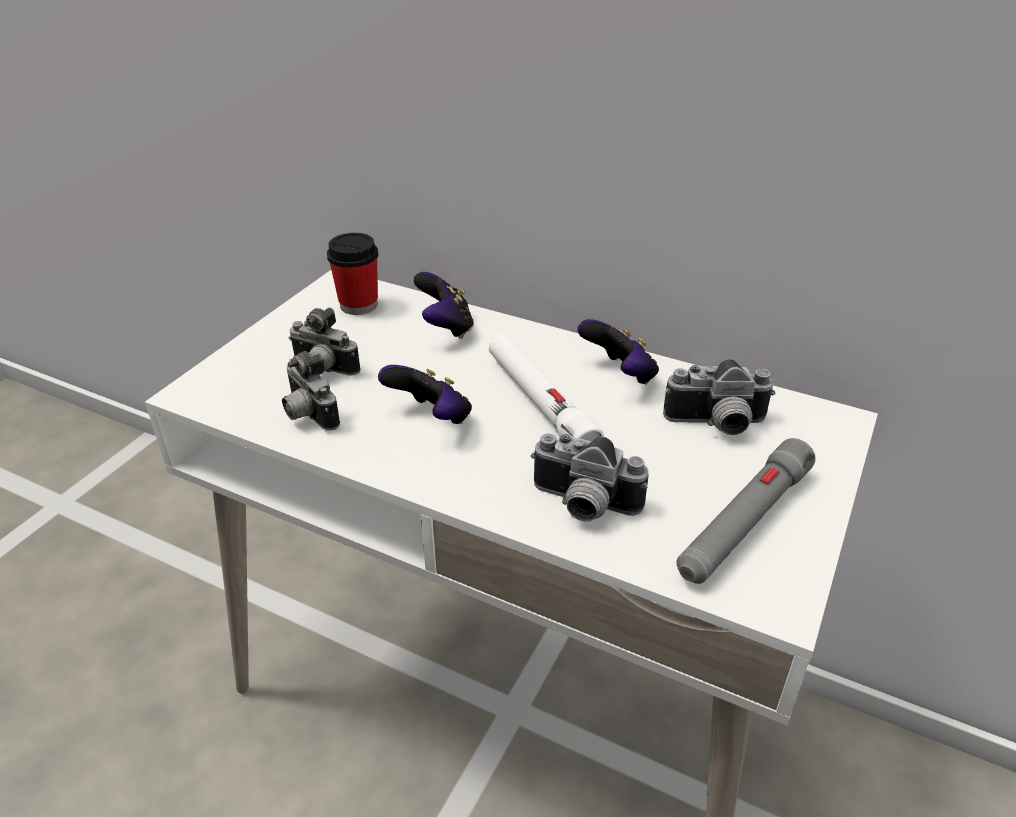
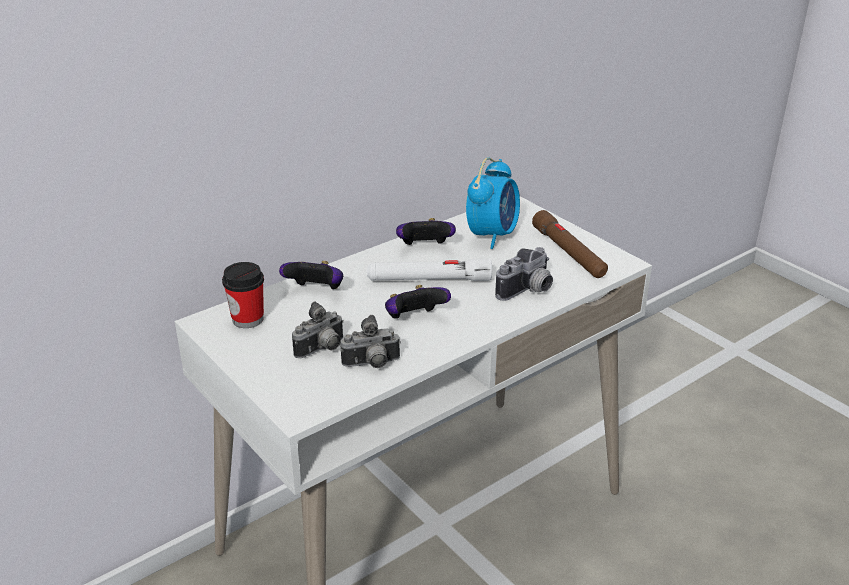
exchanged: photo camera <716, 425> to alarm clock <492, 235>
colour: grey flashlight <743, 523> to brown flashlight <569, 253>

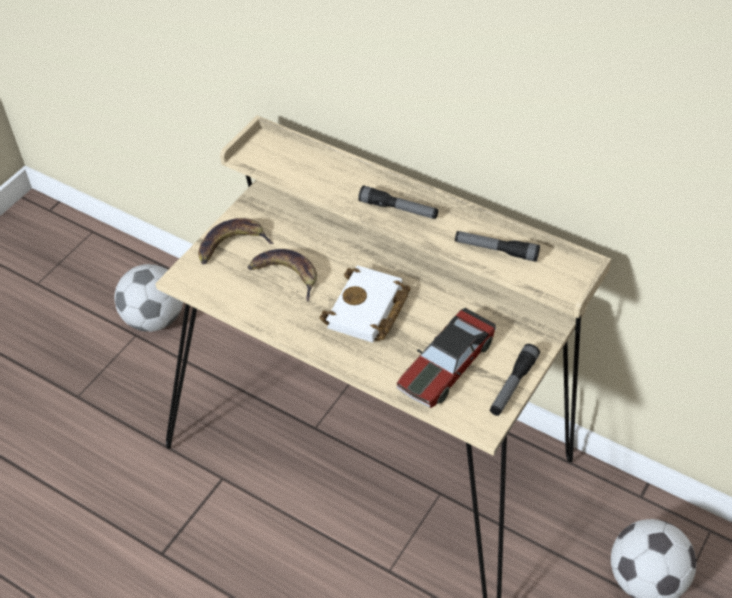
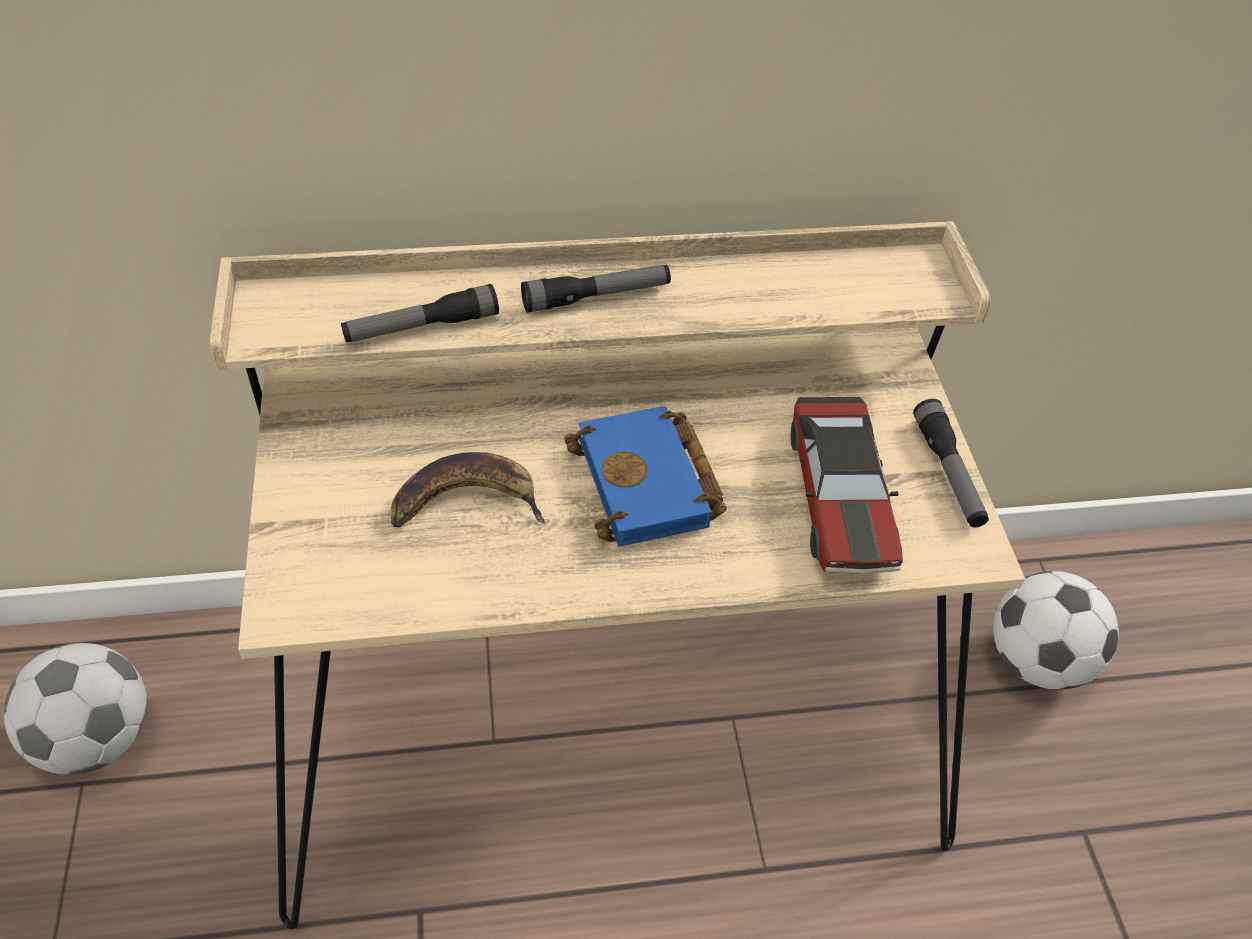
missing: banana <232, 244>
relocated: flashlight <496, 250> to <421, 327>
colour: white book <368, 311> to blue book <650, 485>

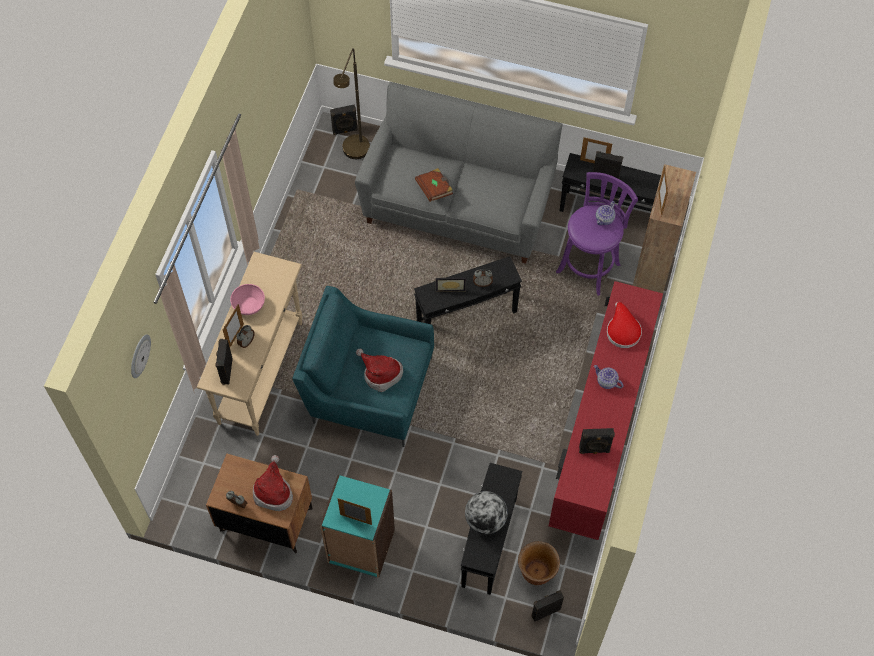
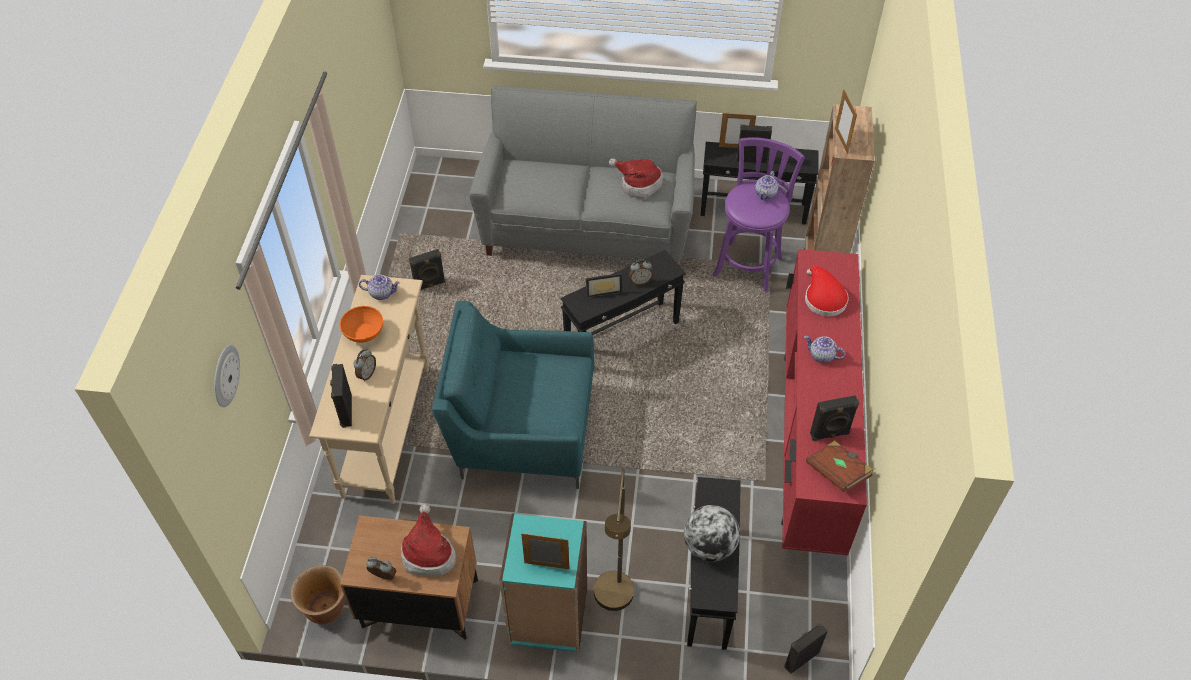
missing: picture frame <235, 336>
appeared: teapot <382, 293>
relocated: brown floor lamp <355, 154> to <614, 603>; black speaker <345, 130> to <430, 285>; brown book <434, 189> to <837, 472>; hat <380, 374> to <638, 184>; brown planter <536, 572> to <325, 609>
colour: pink bowl <248, 305> to orange bowl <363, 332>

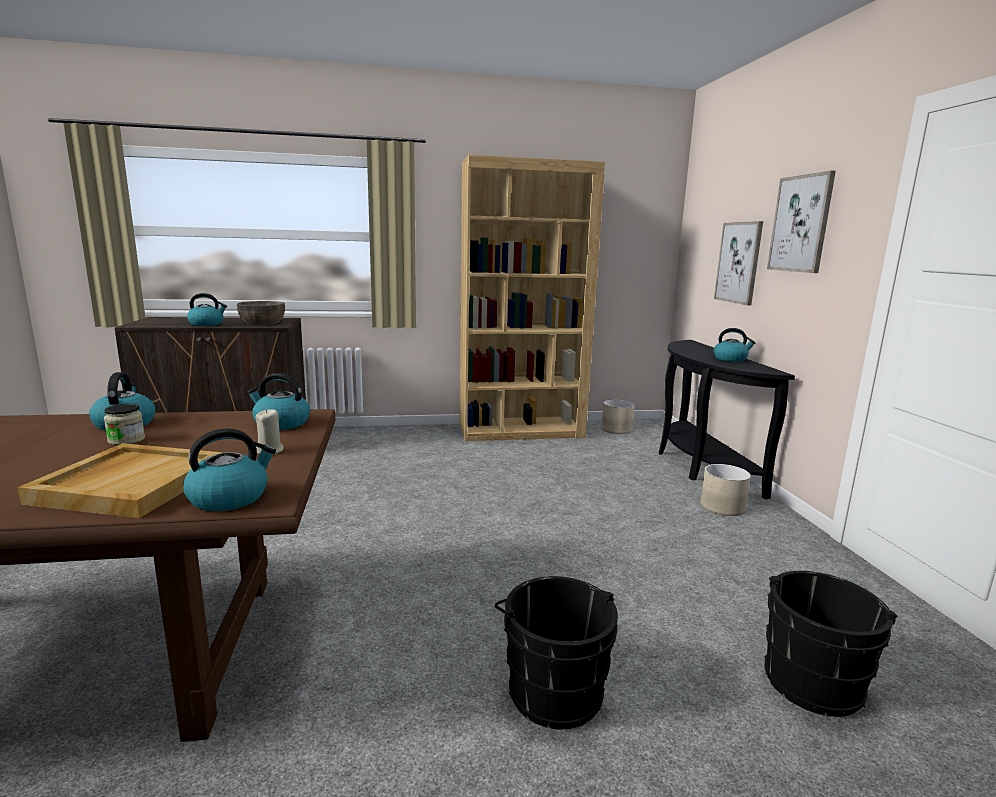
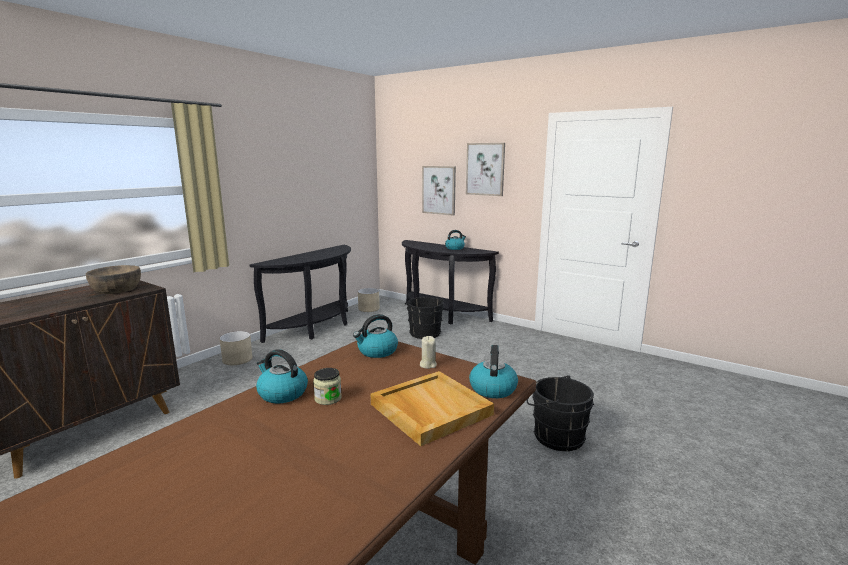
missing: kettle <207, 324>
relocated: beige planter <722, 507> to <237, 359>; black bucket <813, 679> to <424, 332>
exchanged: brown bookcase <521, 431> to black console table <317, 328>

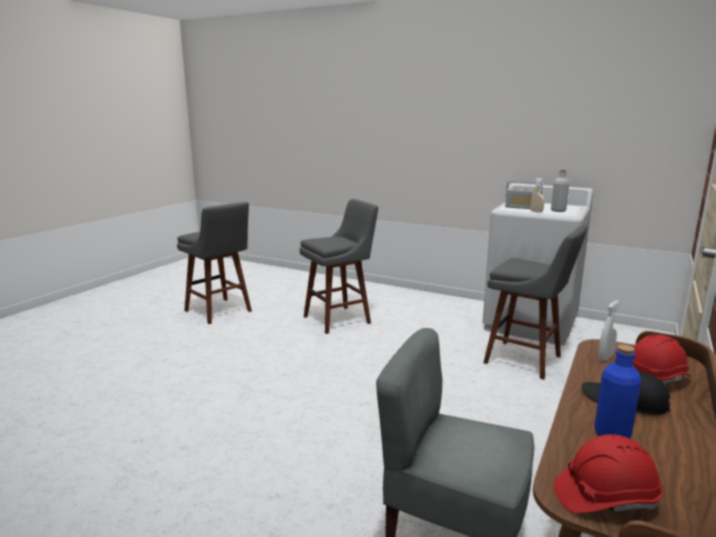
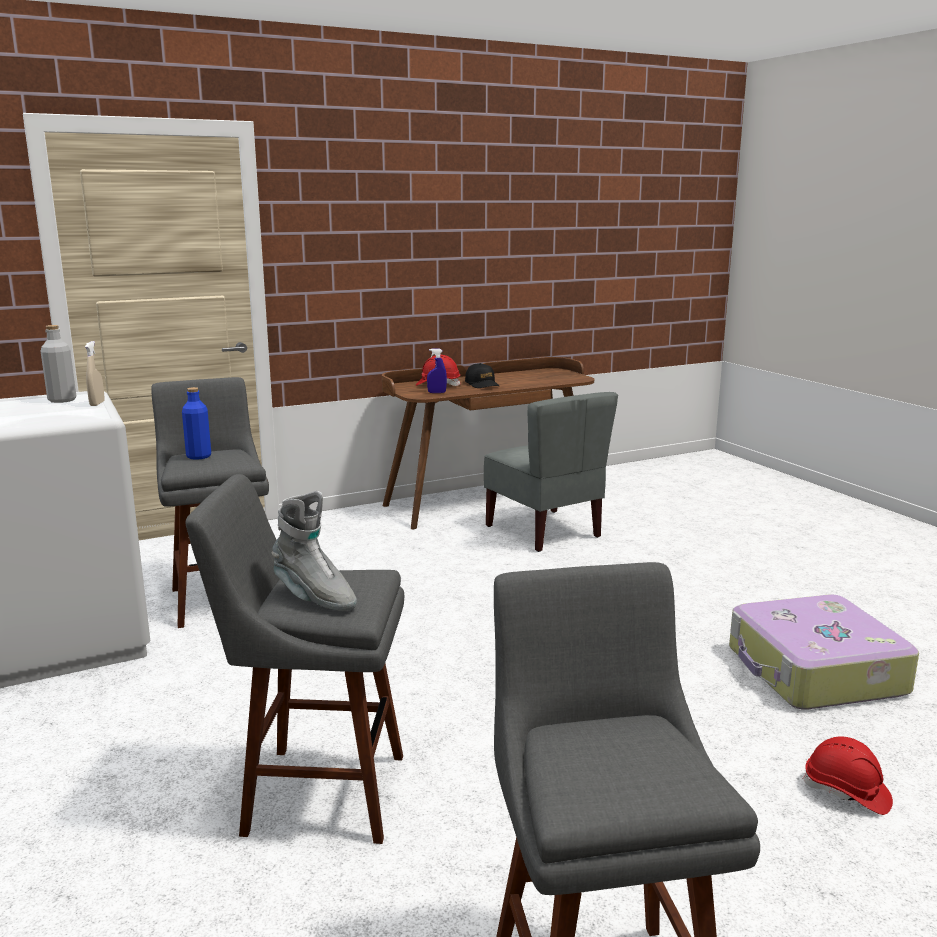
missing: radio <522, 207>
appeared: grey boot <314, 597>; suitcase <814, 672>
relocated: blue bottle <612, 434> to <199, 456>; red hard hat <605, 497> to <846, 792>
colour: white spray bottle <605, 358> to blue spray bottle <437, 392>

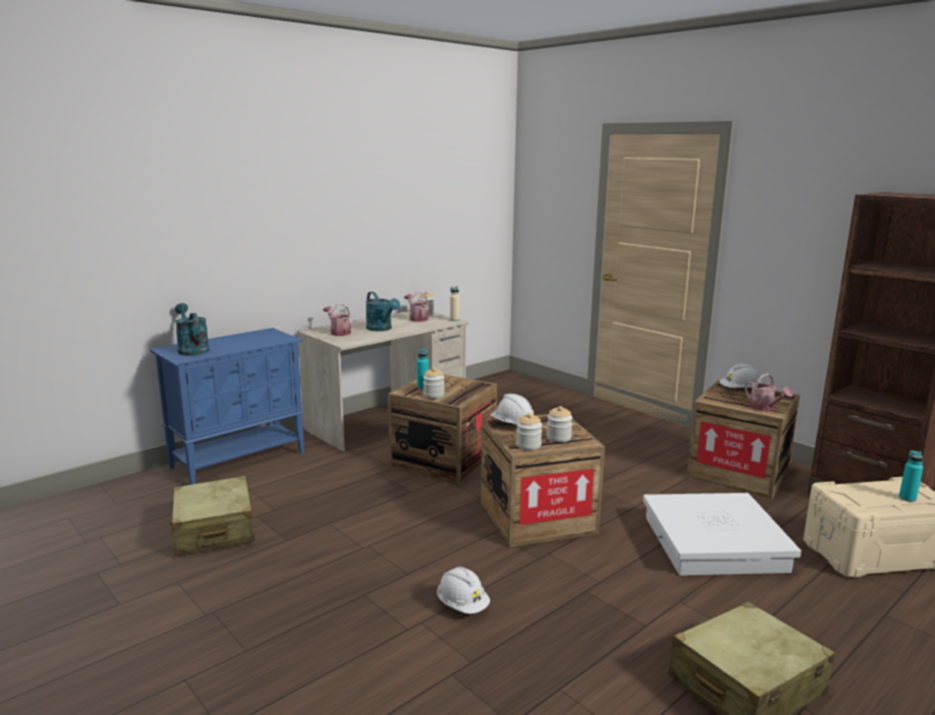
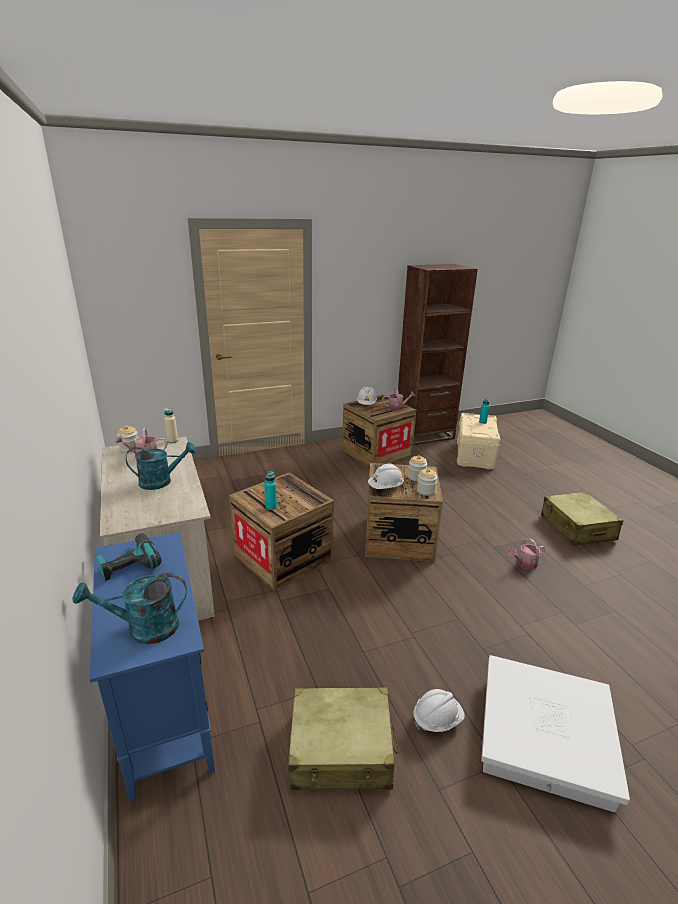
missing: jar <433, 395>
appeared: power drill <129, 563>
relocated: watering can <338, 332> to <524, 564>; white storage box <713, 543> to <543, 735>; white hard hat <462, 606> to <437, 719>

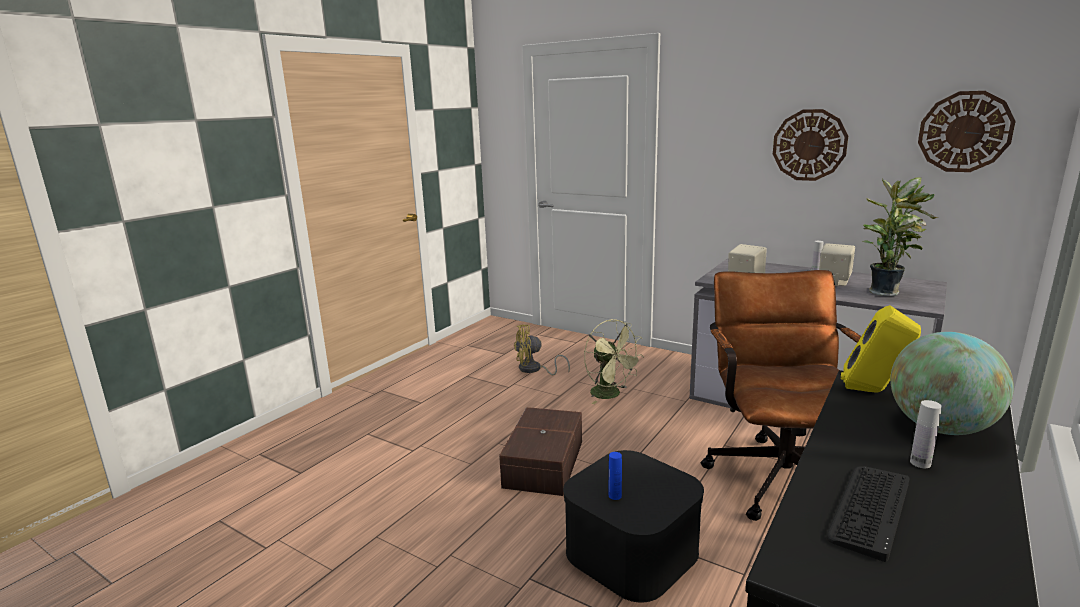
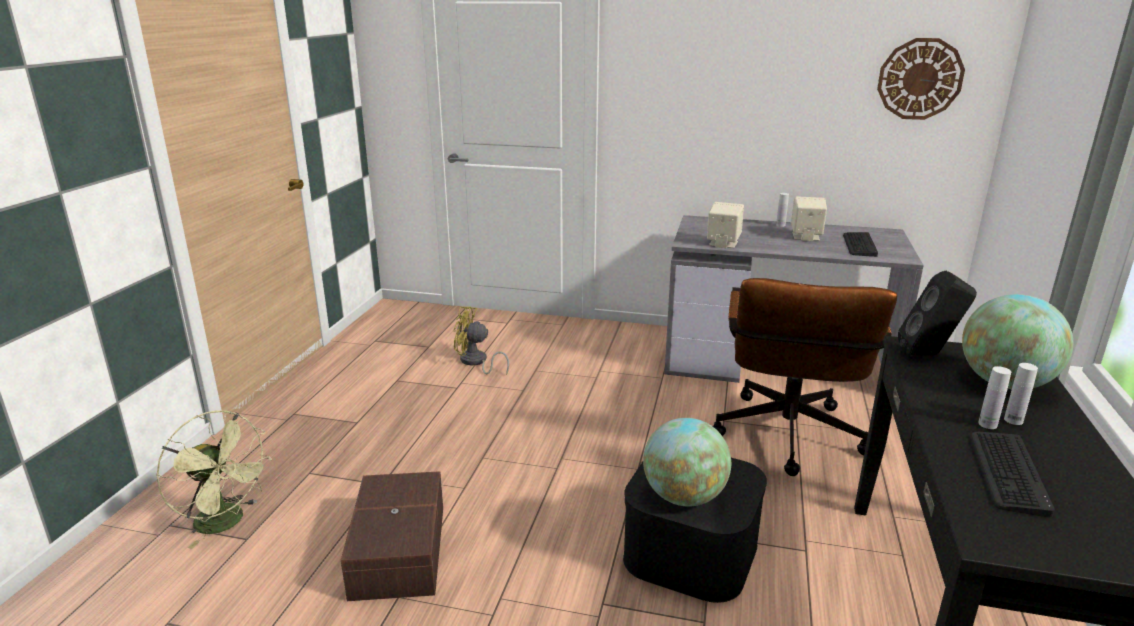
missing: wall clock <809, 145>
appeared: white bottle <987, 424>
relocated: green fan <611, 395> to <227, 523>; brown storage box <542, 464> to <396, 552>
exchanged: potted plant <885, 292> to keyboard <859, 245>; blue bottle <615, 496> to globe <684, 497>
colour: yellow speaker <873, 391> to black speaker <929, 354>
spun: brown office chair <778, 472> = <787, 441> 150 degrees counterclockwise; yellow fan <534, 370> = <476, 362> 45 degrees clockwise

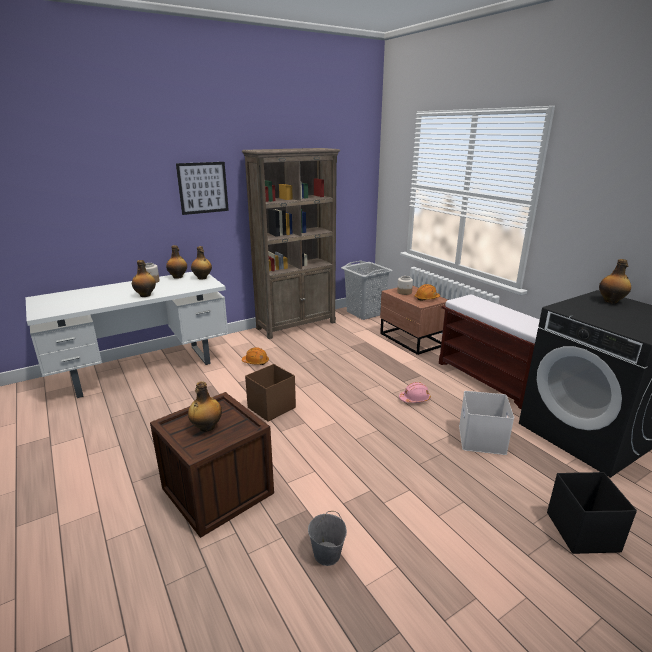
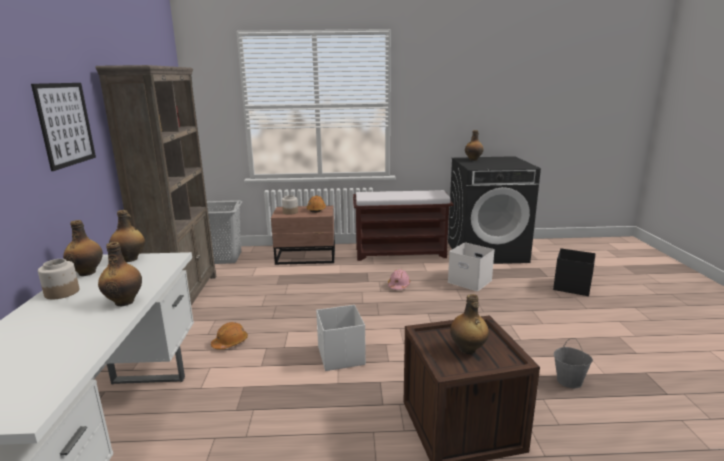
colour: brown storage box <271, 408> to white storage box <340, 356>

